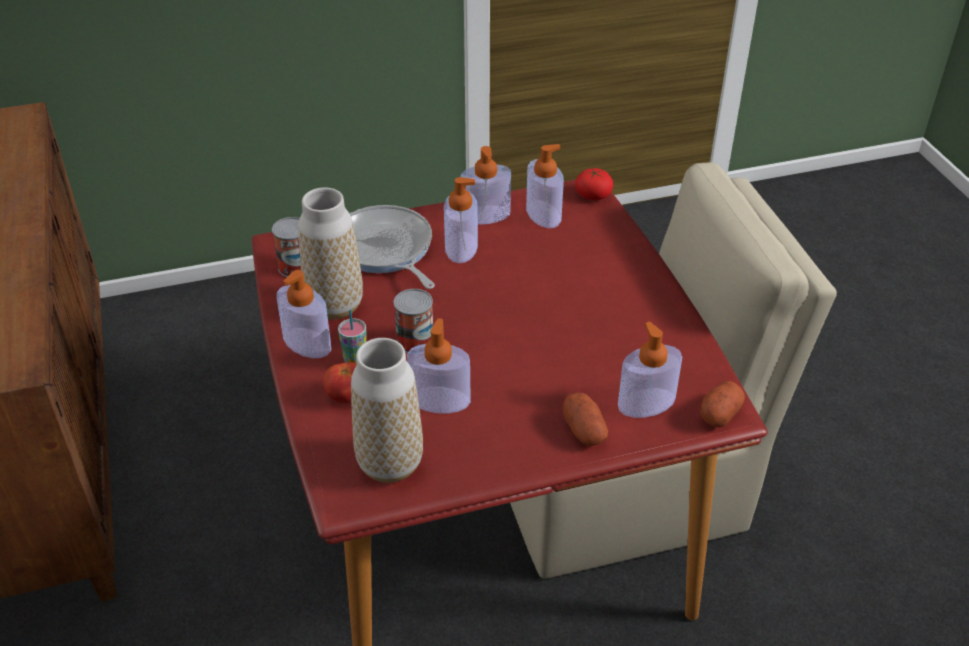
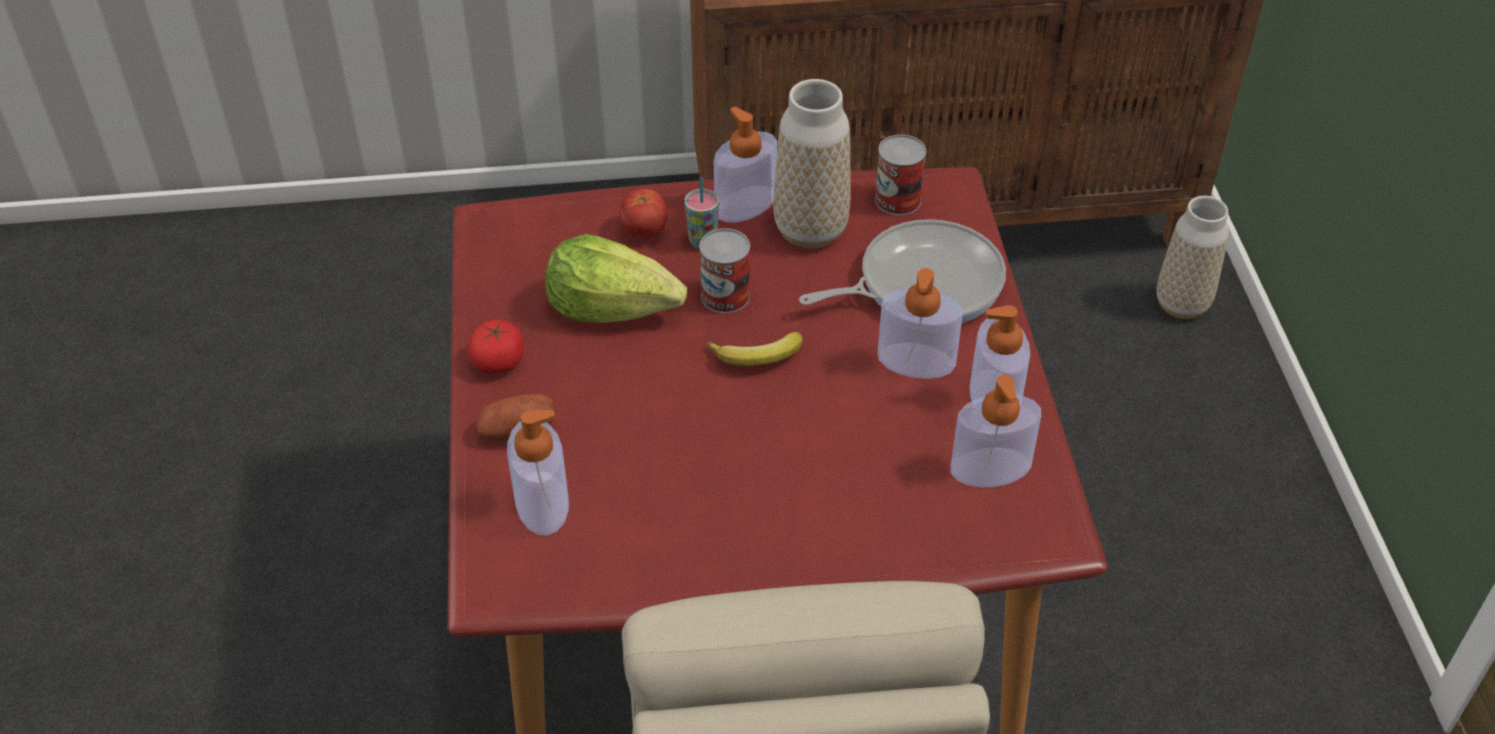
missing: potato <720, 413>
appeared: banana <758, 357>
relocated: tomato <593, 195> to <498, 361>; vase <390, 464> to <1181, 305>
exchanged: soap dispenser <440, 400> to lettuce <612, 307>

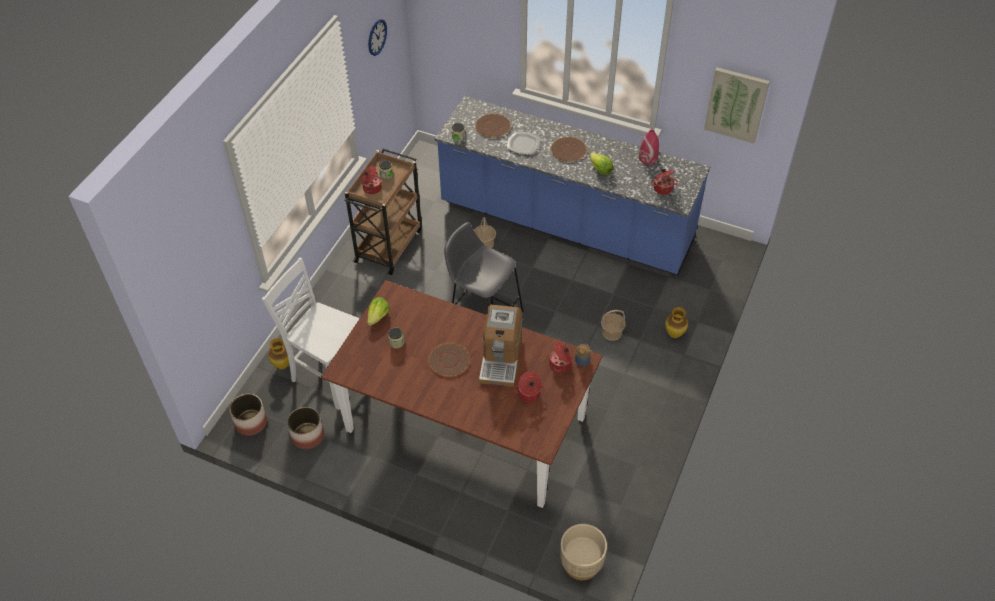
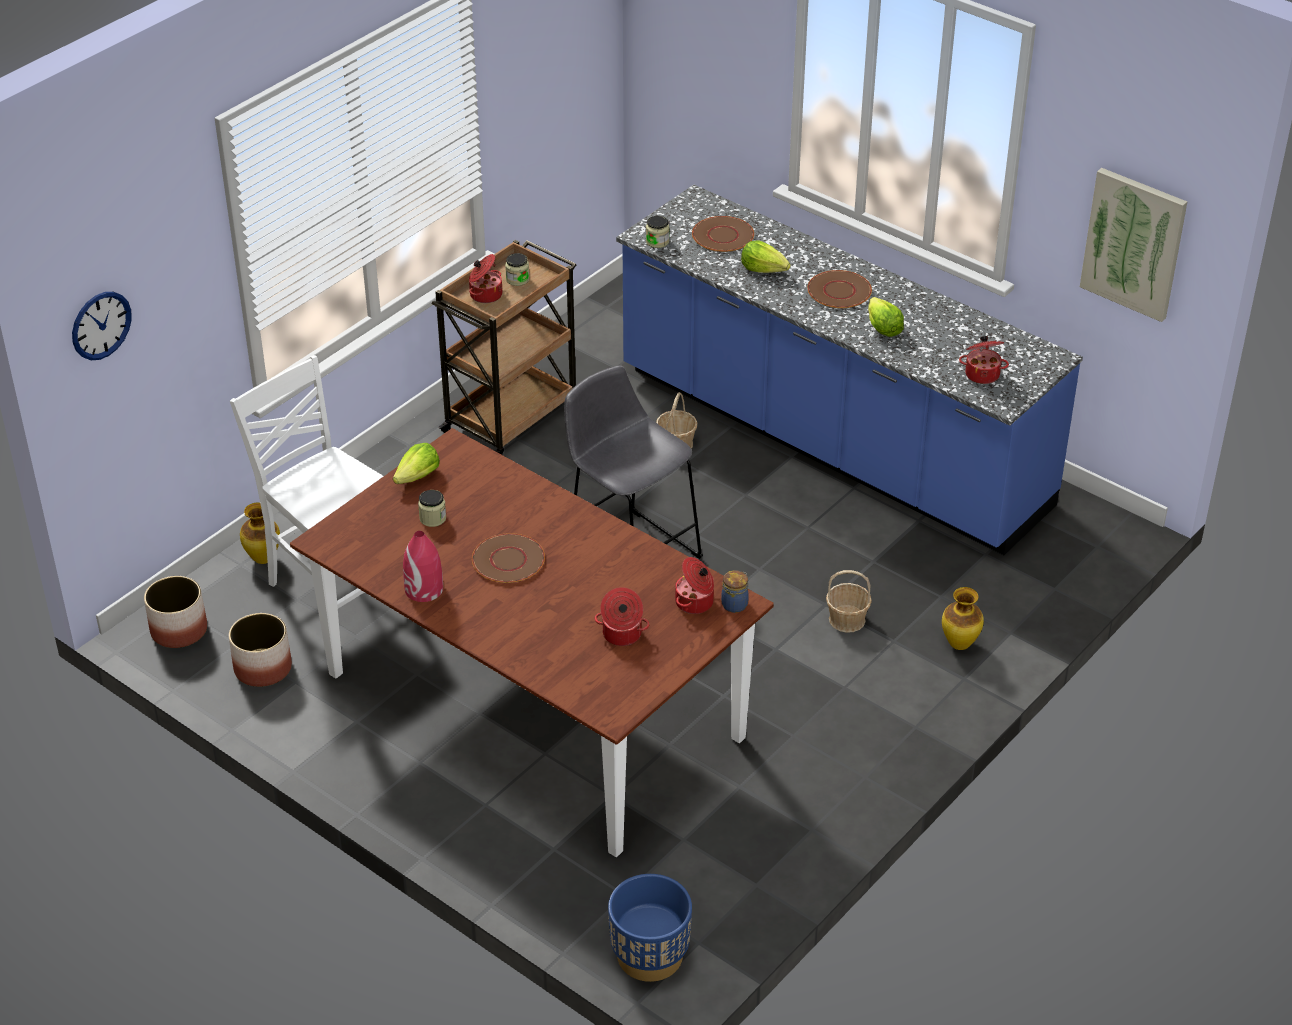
missing: coffee machine <501, 359>
relocated: wall clock <377, 37> to <101, 325>; red vase <648, 158> to <424, 589>
exchanged: plate <523, 144> to lettuce <764, 269>
colour: beige planter <581, 563> to blue planter <649, 956>

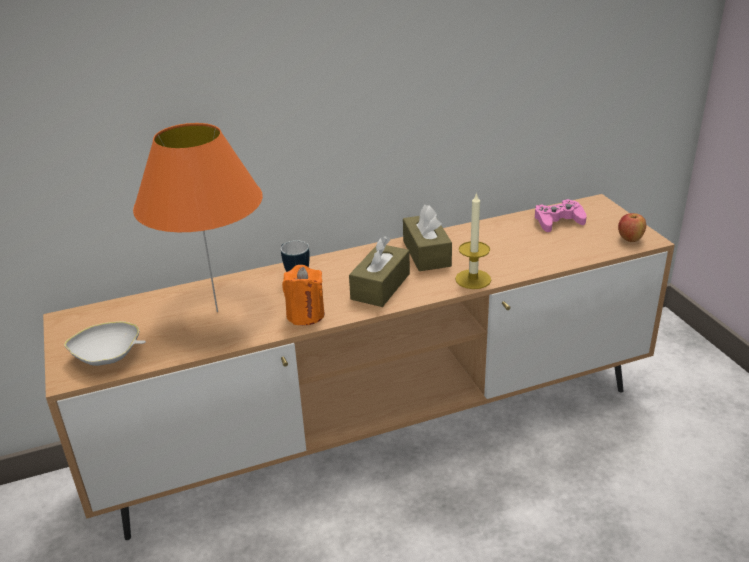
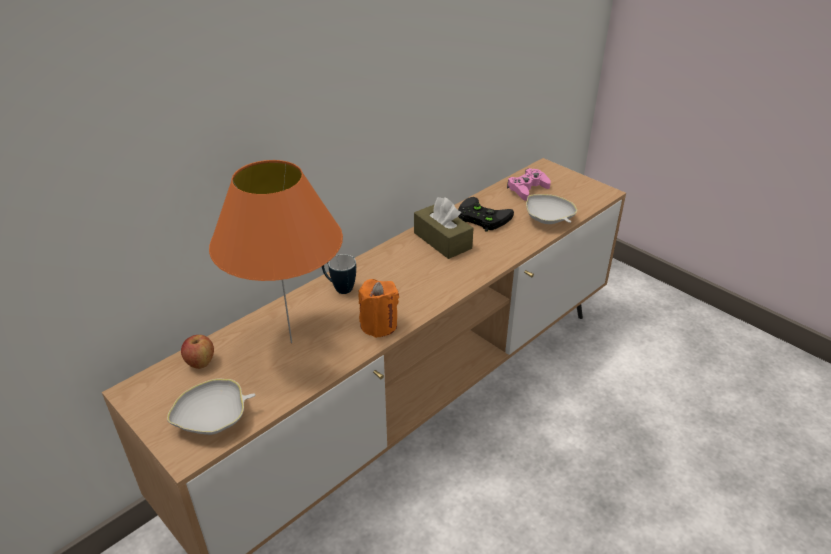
missing: candle <473, 279>; brown tissue box <380, 286>
appeared: white bowl <548, 220>; black game controller <481, 217>
relocated: apple <630, 239> to <200, 363>

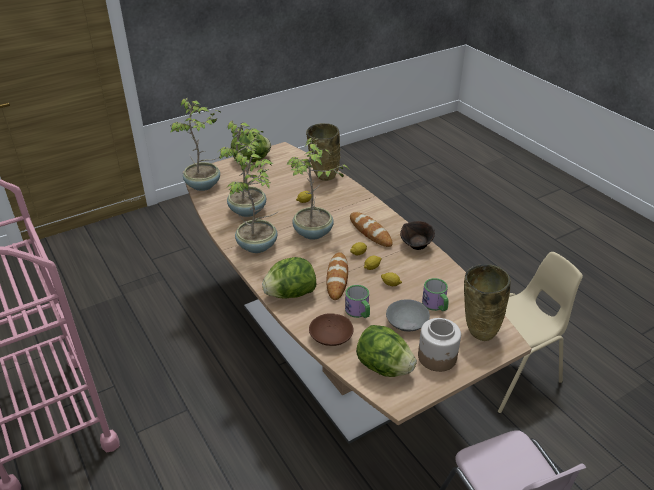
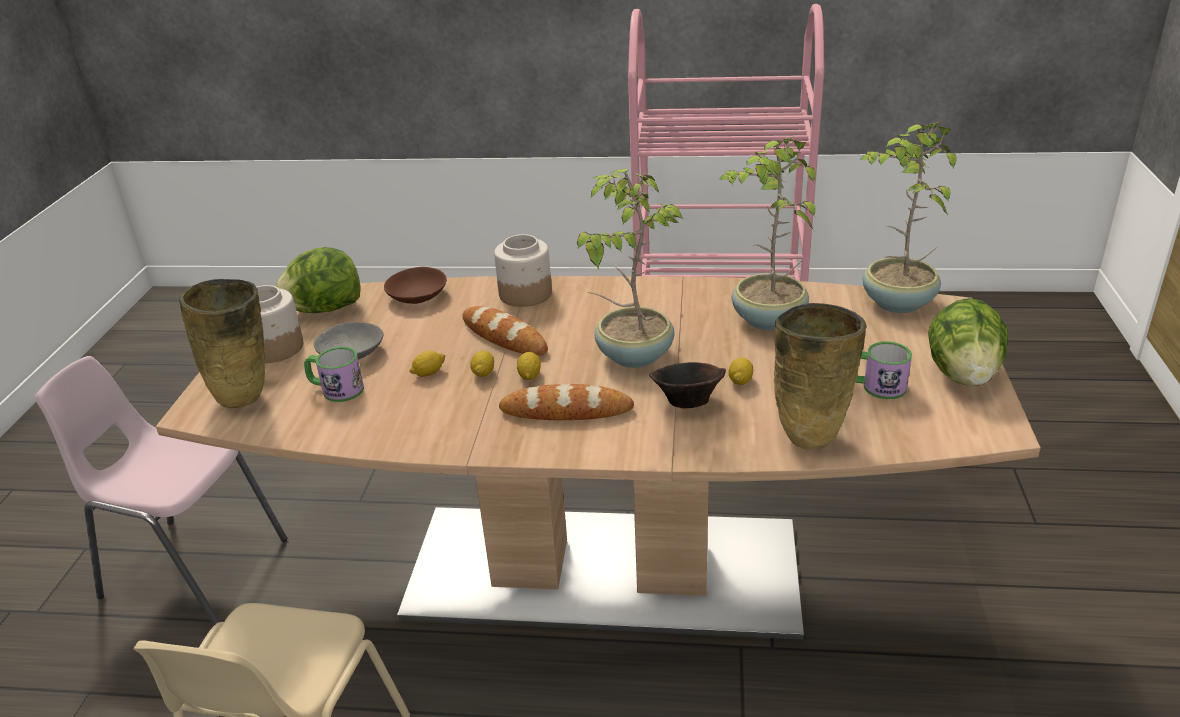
missing: potted plant <258, 246>
relocated: brown bowl <416, 246> to <686, 402>; mug <359, 312> to <876, 387>
exchanged: lettuce <290, 294> to jar <524, 294>

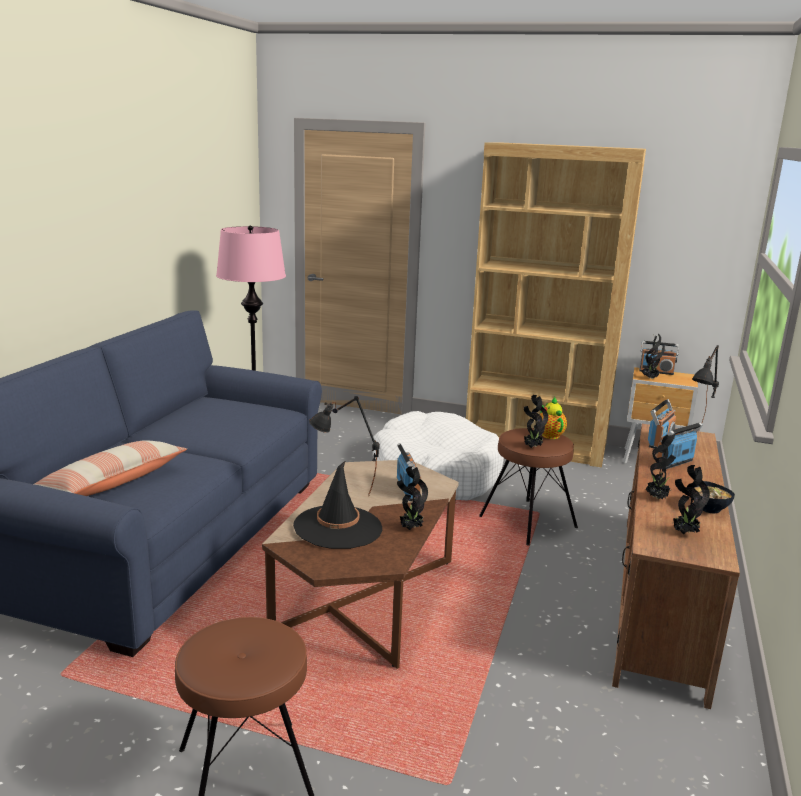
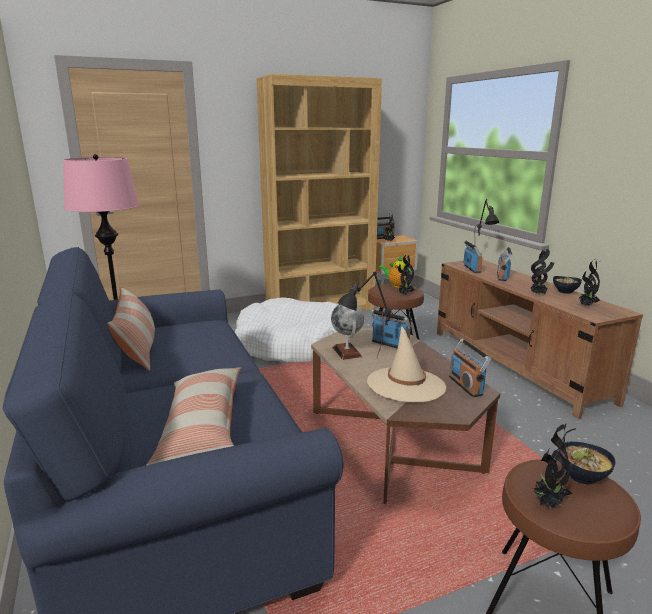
appeared: pillow <137, 347>; globe <347, 352>; radio <466, 385>; bowl <581, 476>
relocated: potted plant <410, 528> to <548, 504>
colour: black hat <338, 527> to beige hat <406, 385>

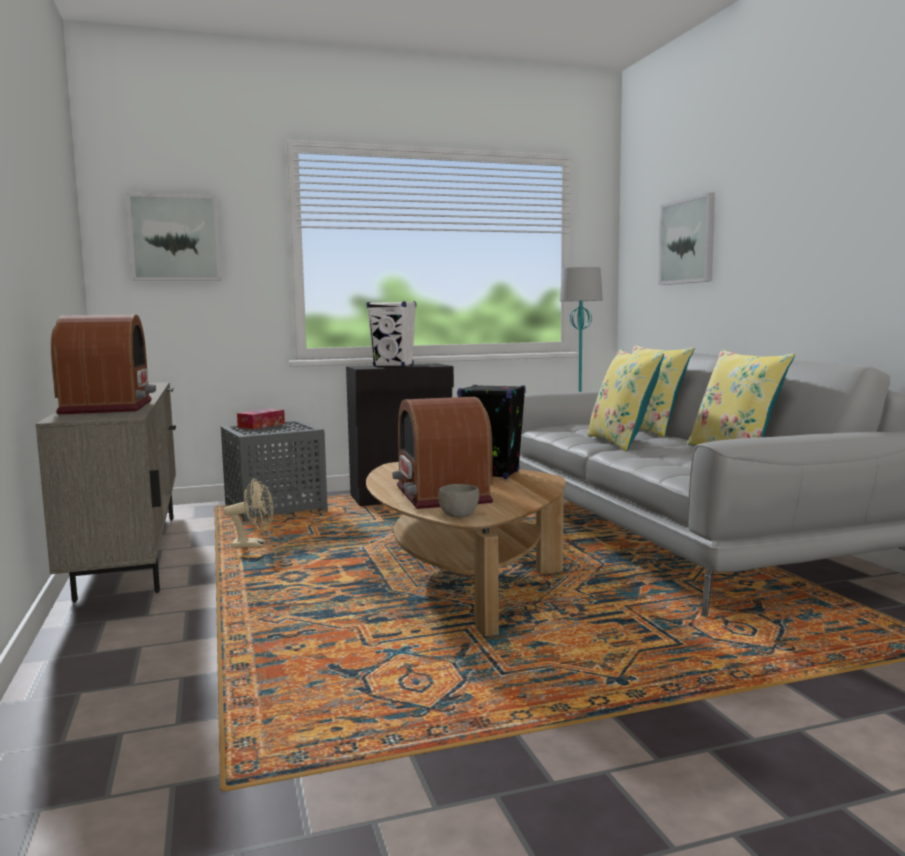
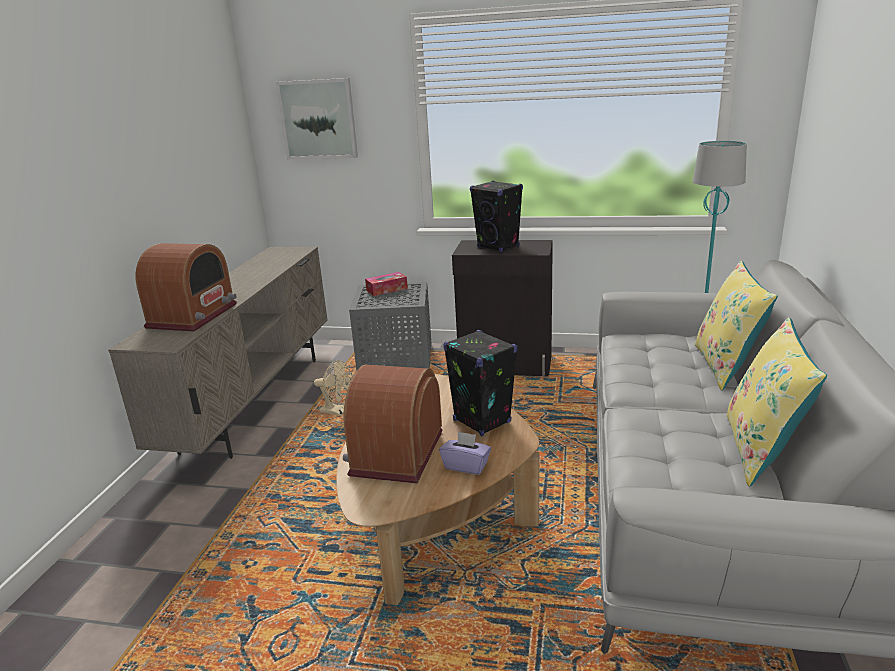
missing: picture <687, 241>; yellow pillow <622, 442>; grey bowl <457, 514>
appeared: purple tissue box <466, 466>
colour: white speaker <393, 366> to black speaker <498, 246>

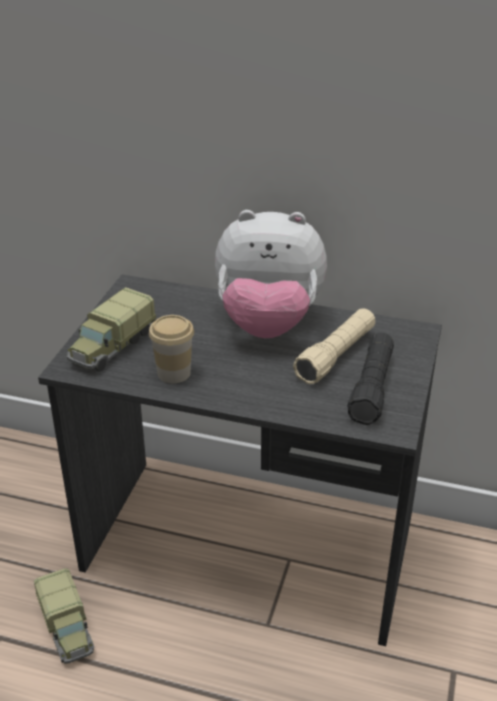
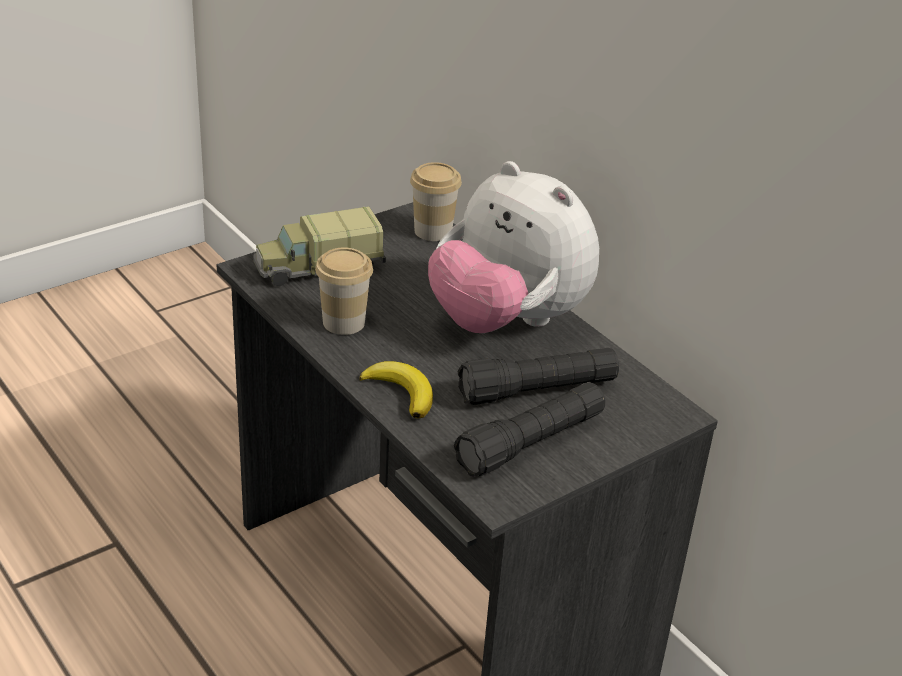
missing: toy truck <67, 628>
appeared: cup <433, 231>; banana <401, 392>
colour: beige flashlight <336, 356> to black flashlight <537, 390>

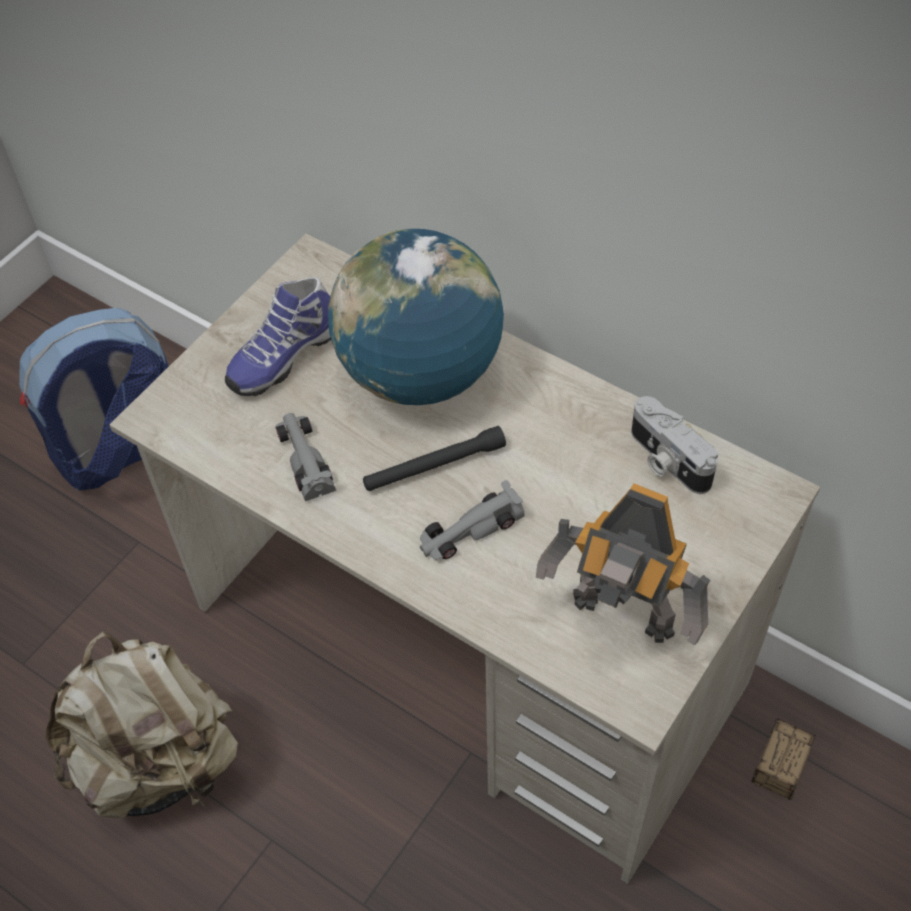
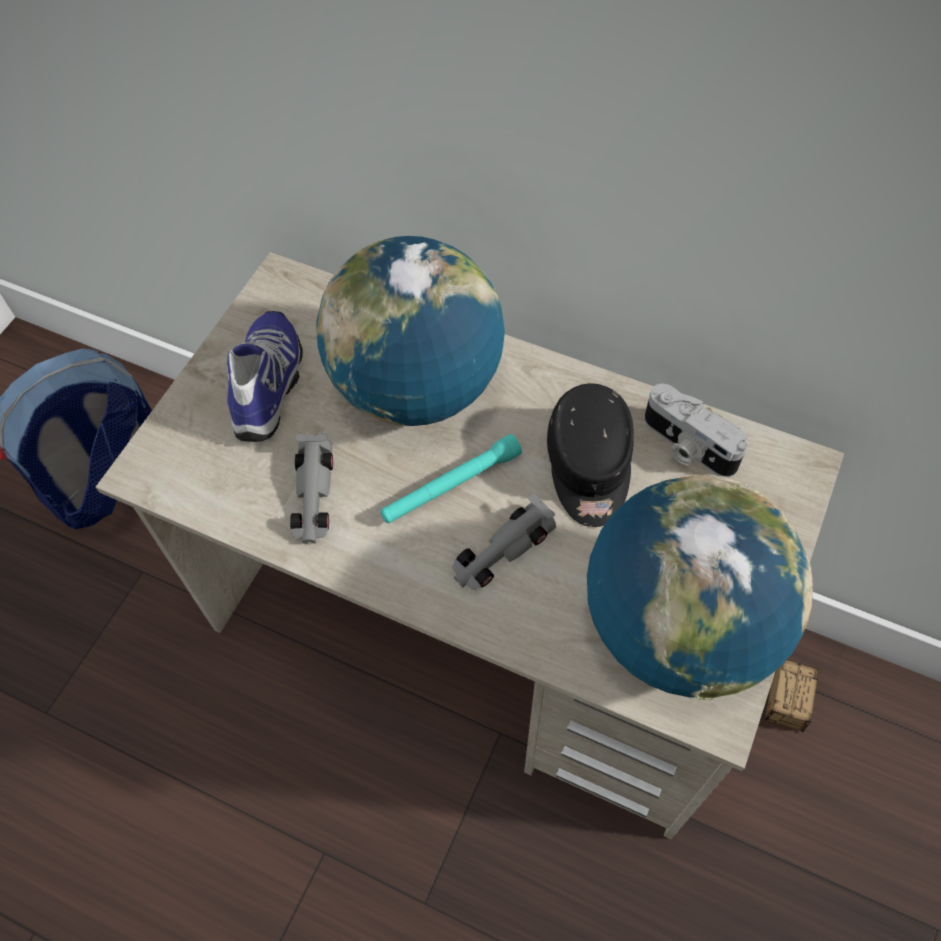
missing: beige backpack <158, 762>
appeared: black cap <589, 468>
exchanged: toy robot <621, 620> to globe <678, 626>
colour: black flashlight <434, 466> to turquoise flashlight <451, 485>
spun: shoe <284, 355> = <270, 385> 150 degrees clockwise; grey toy car <304, 458> = <313, 495> 150 degrees counterclockwise

